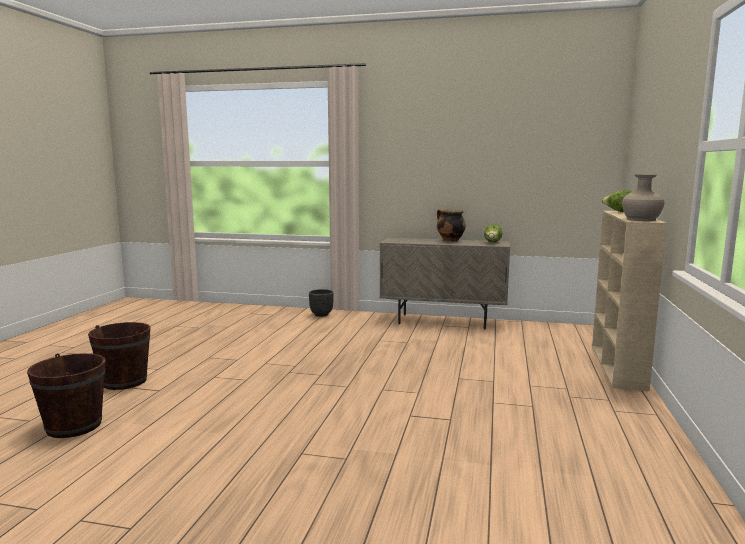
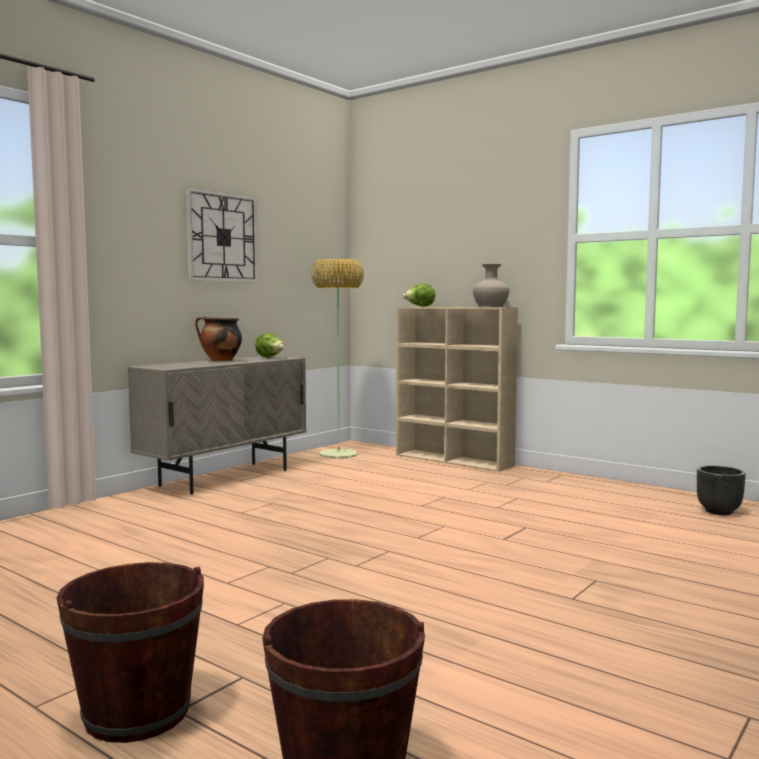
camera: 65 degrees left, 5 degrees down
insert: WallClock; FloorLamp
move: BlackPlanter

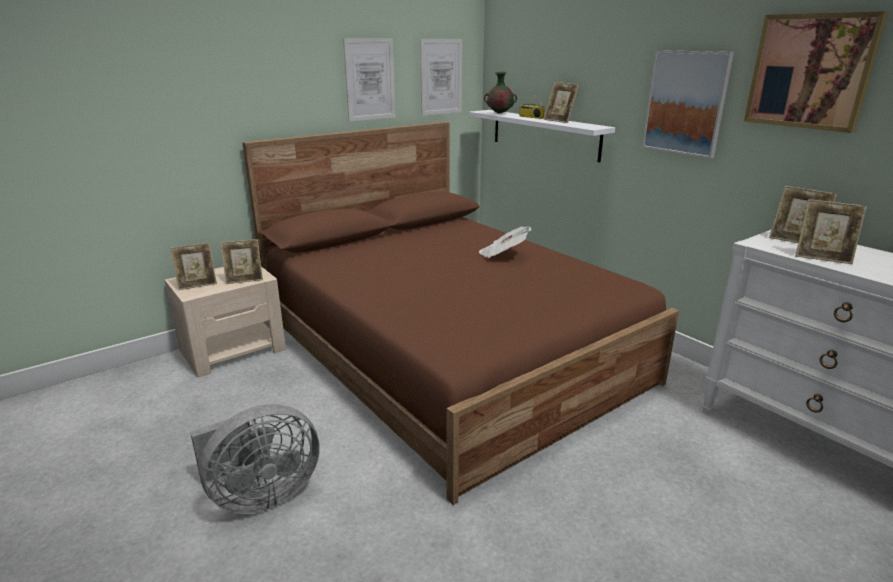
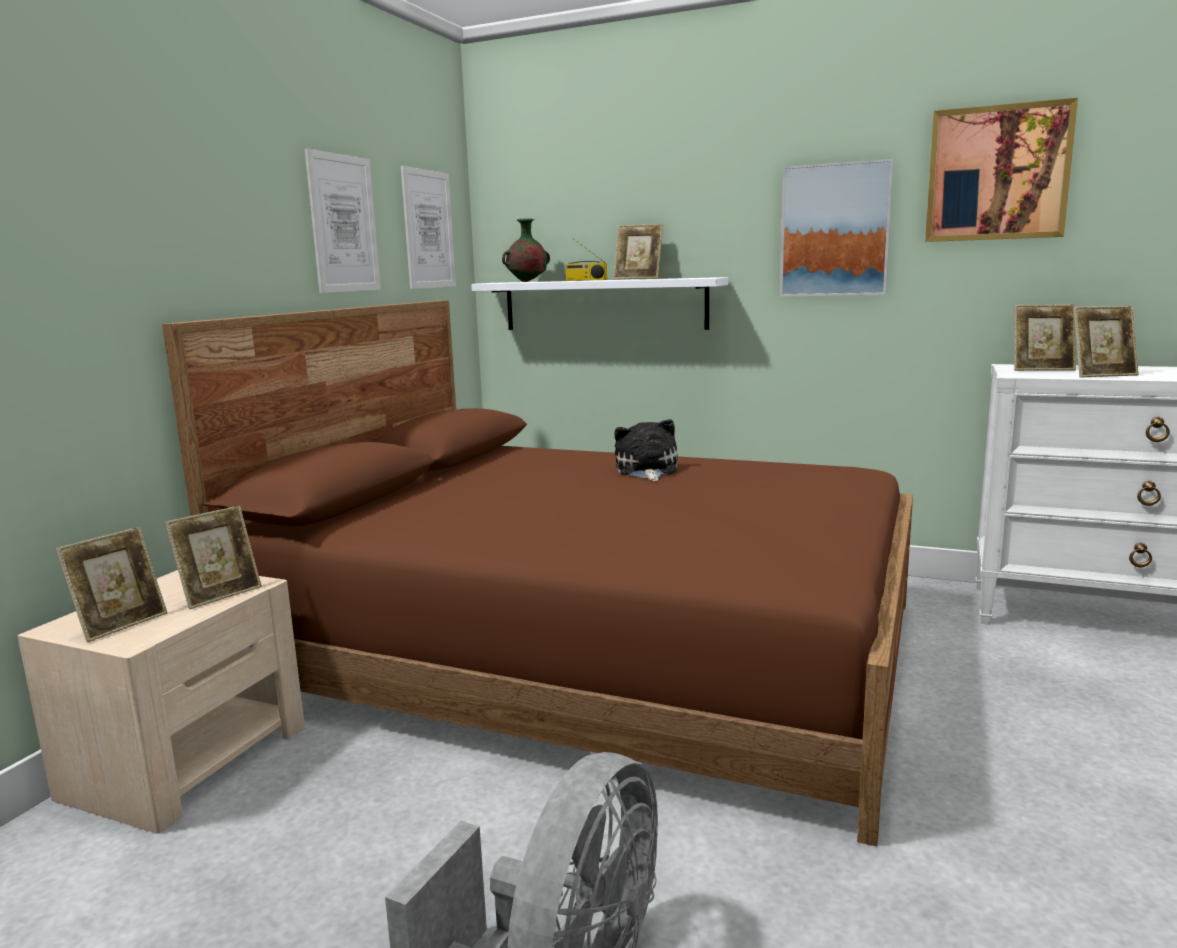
camera: 30 degrees left, 10 degrees down
replace: Newspaper to PlushToy

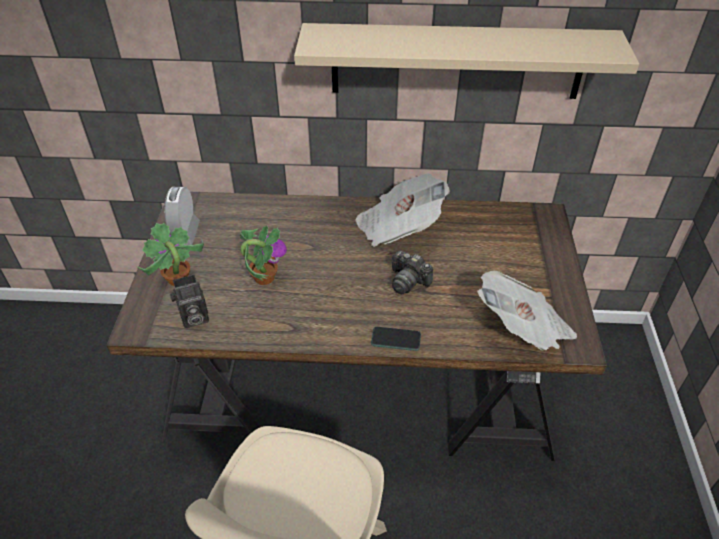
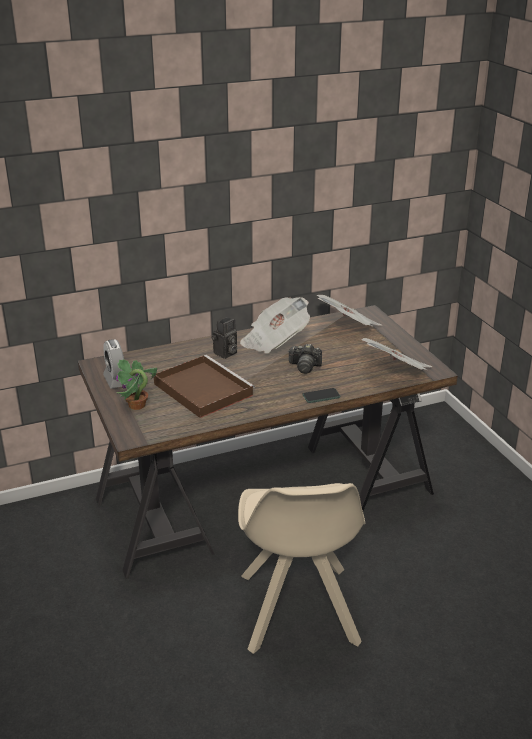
camera: 25 degrees left, 15 degrees down
delete: BeigeShelf
insert: Newspaper (2nd from left)
move: PhotoCamera (1st from left)
replace: PottedPlant (2nd from left) to BrownTray

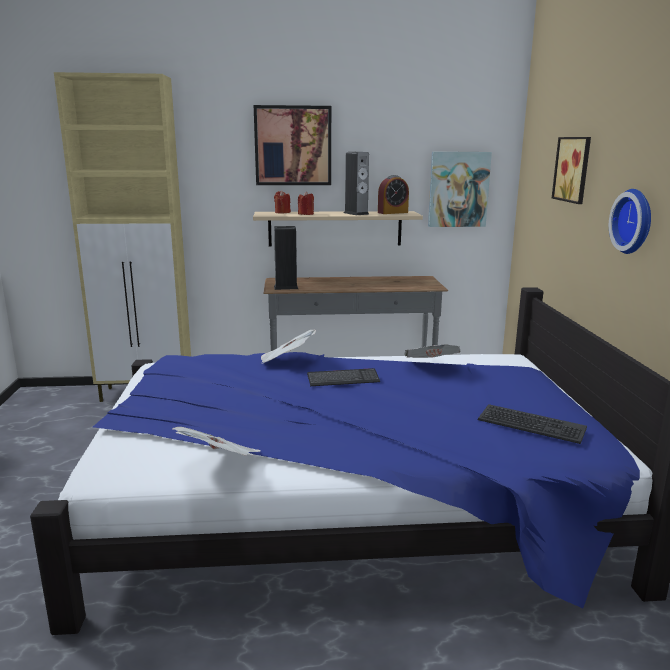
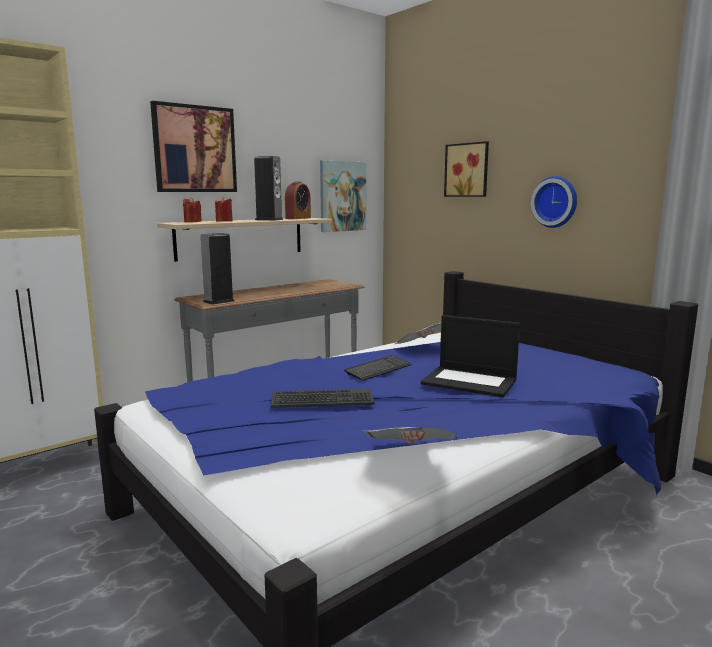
camera: 35 degrees left, 5 degrees down
delete: Newspaper (2nd from left)
insert: Laptop
move: Keyboard (2nd from left in the first image) to Keyboard (1st from left)

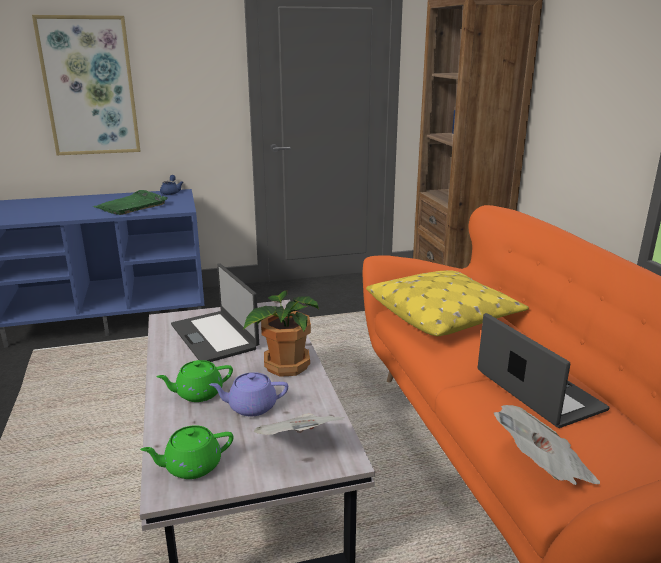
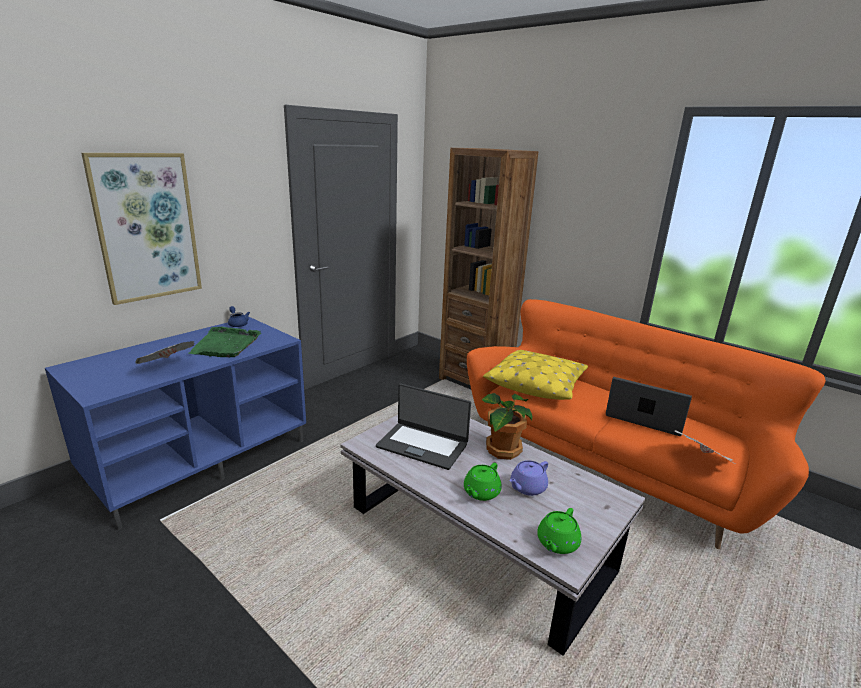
camera: 35 degrees left, 0 degrees up
move: Newspaper (1st from left)

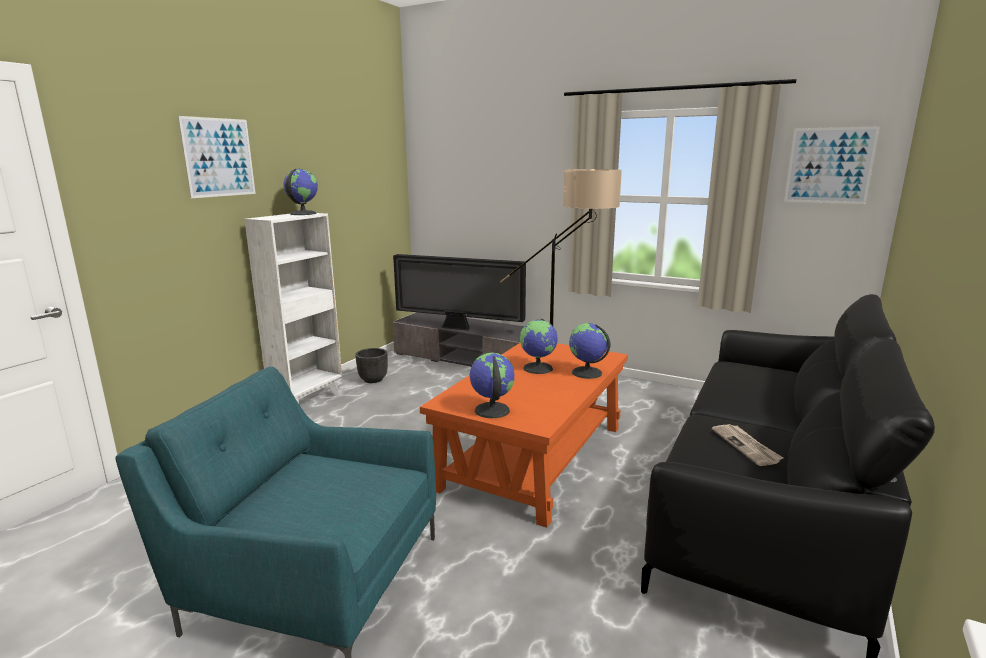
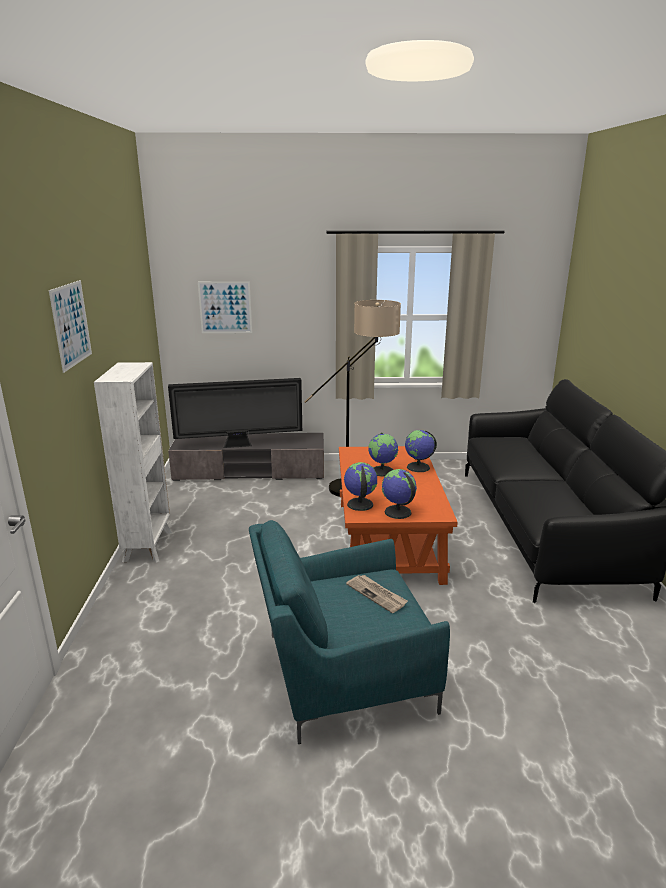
camera: 30 degrees left, 5 degrees up
delete: BlackPlanter
move: Globe (1st from left); Newspaper; Picture (2nd from left)

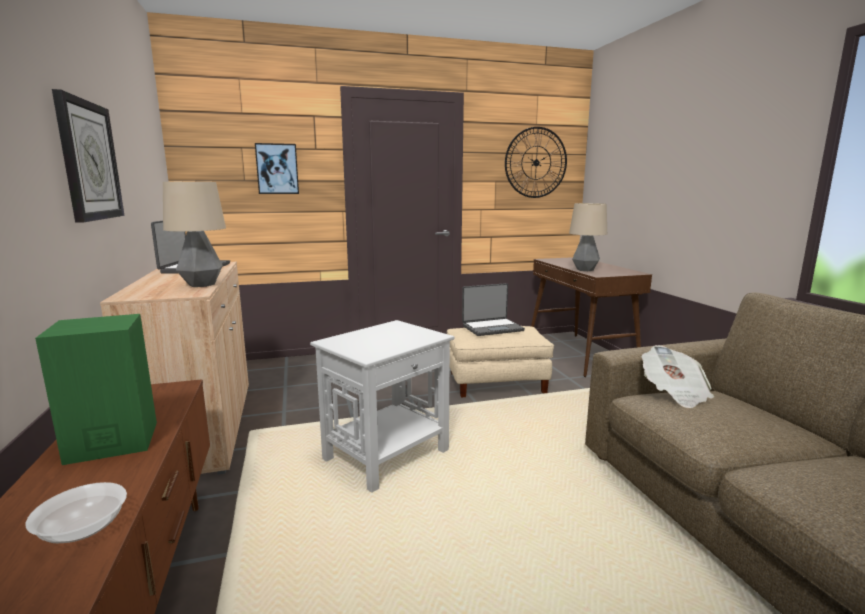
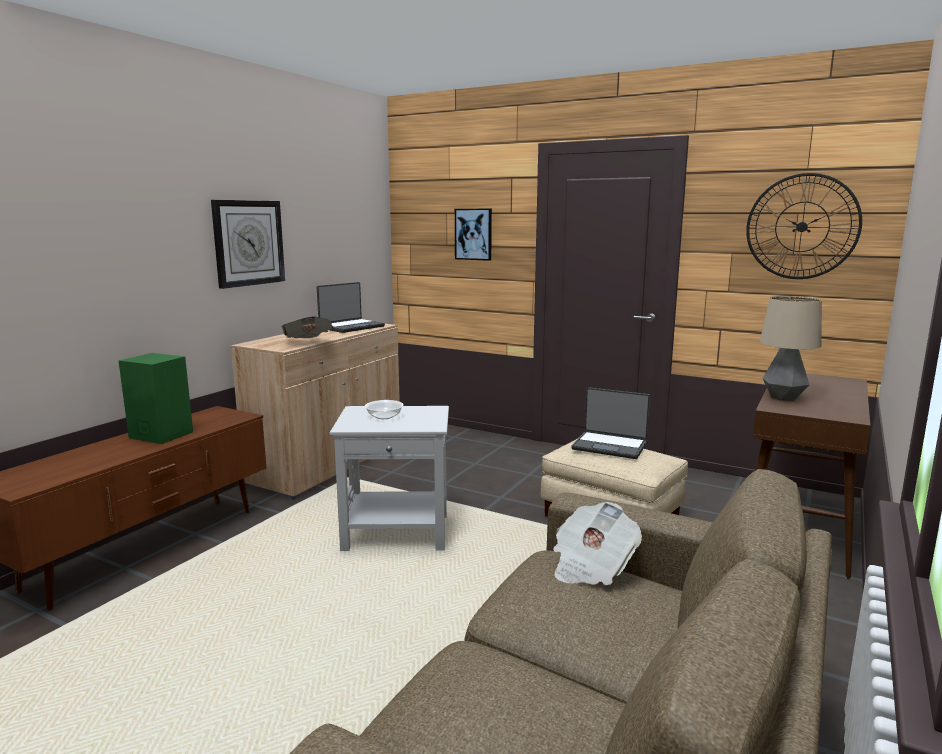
camera: 45 degrees right, 0 degrees up
move: Bowl
replace: TableLamp (1st from left) to Newspaper (1st from left)

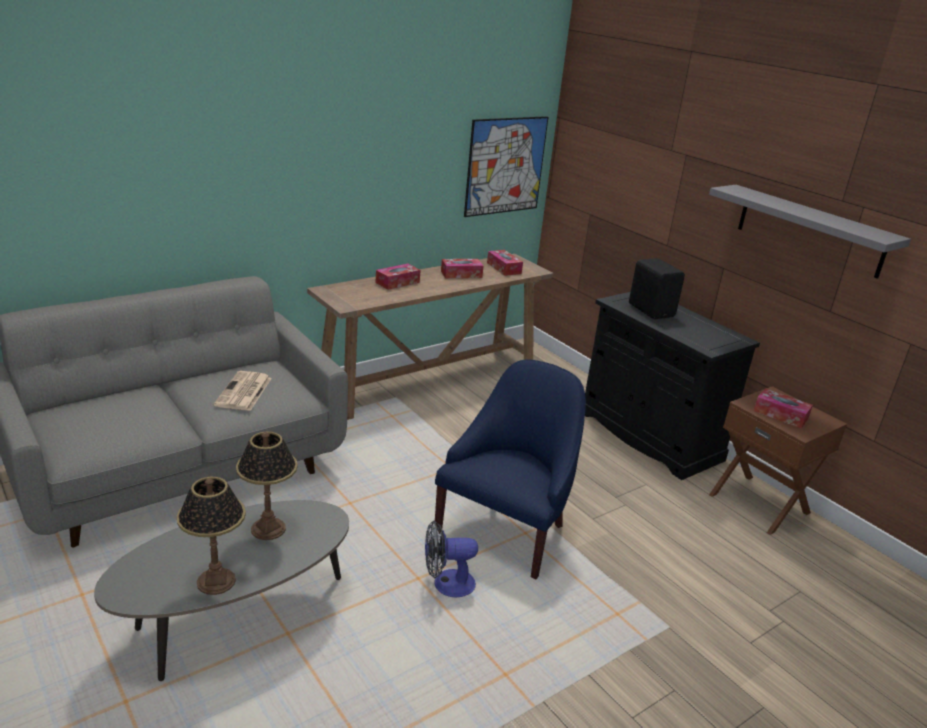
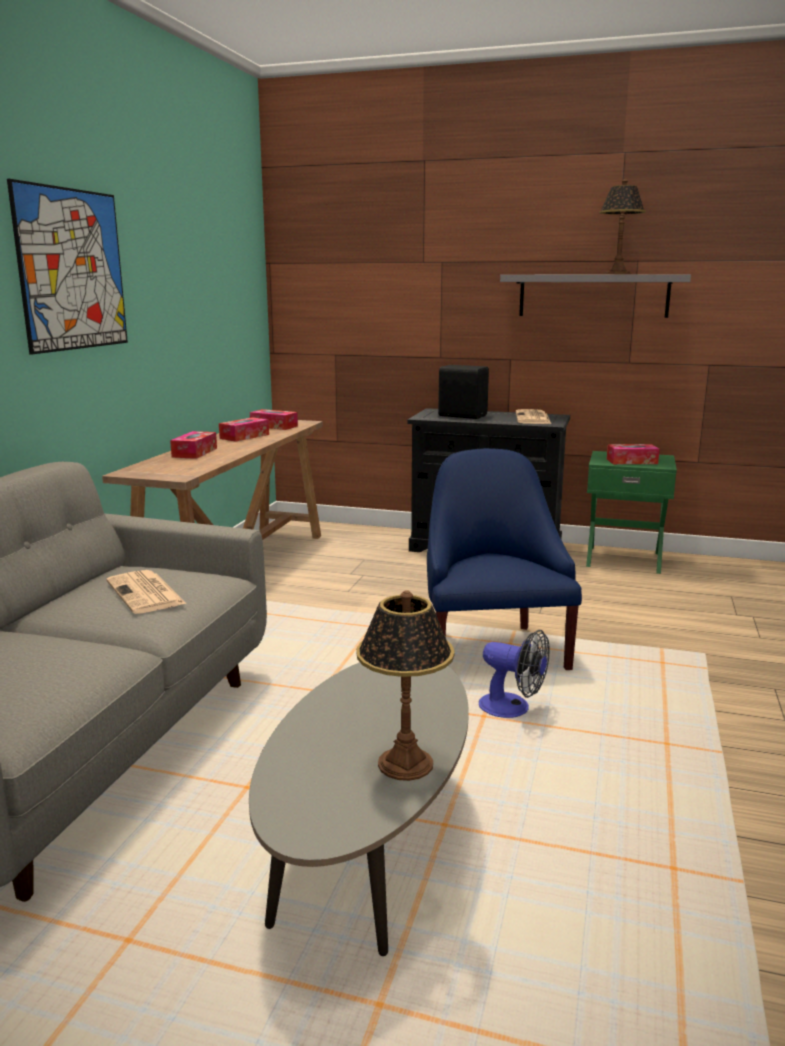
camera: 35 degrees left, 10 degrees down
insert: Newspaper (2nd from left)
move: TableLamp (2nd from left); Picture
recolor: BrownNightstand to GreenNightstand
rotate: Fan 105 degrees counterclockwise

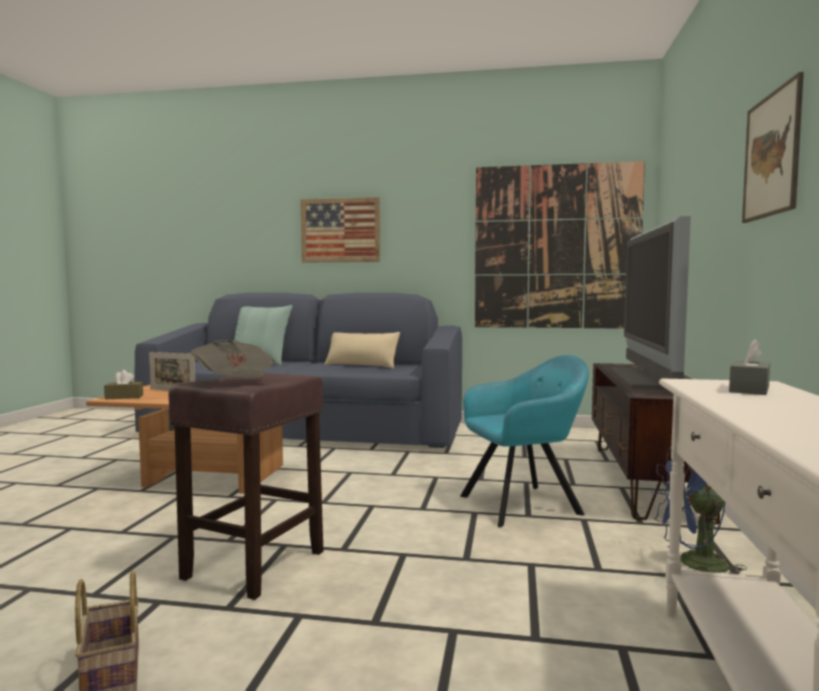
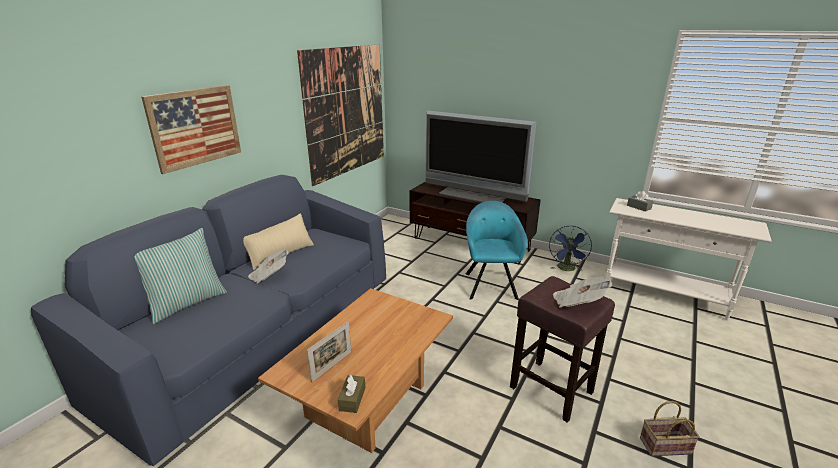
camera: 70 degrees left, 20 degrees up
delete: Picture (3rd from left)
insert: Newspaper (1st from left)

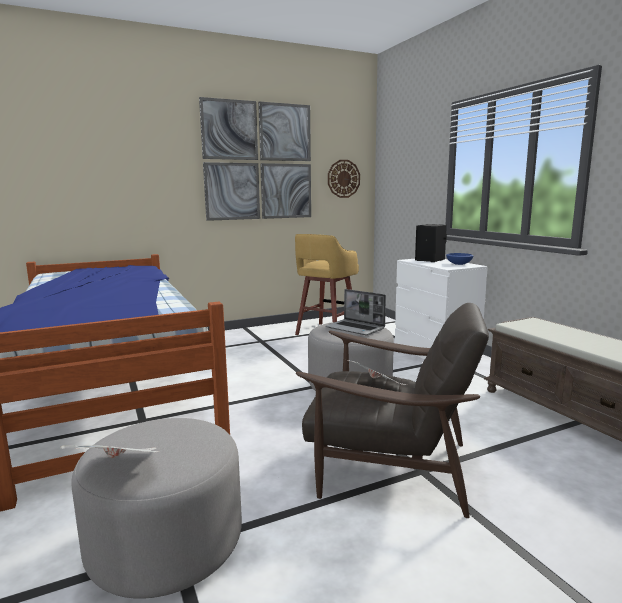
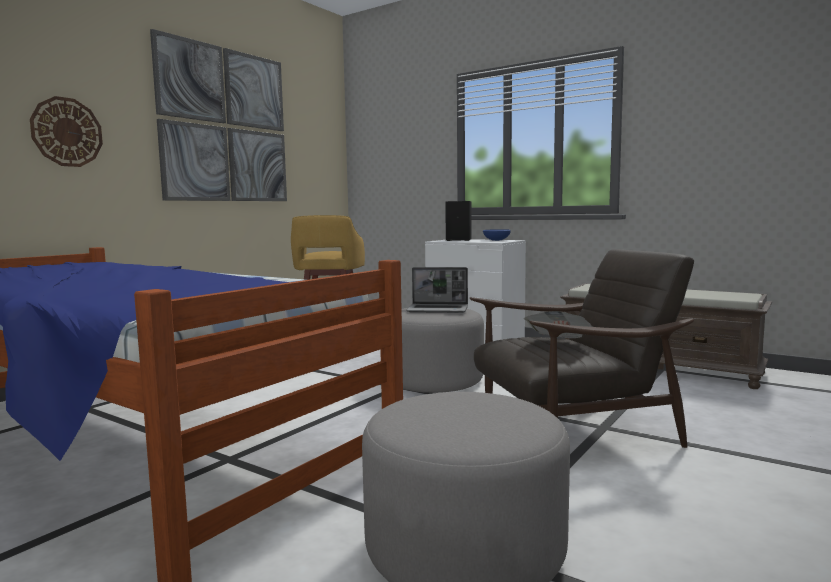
camera: 30 degrees left, 5 degrees down
delete: Newspaper (1st from left)
move: WallClock

